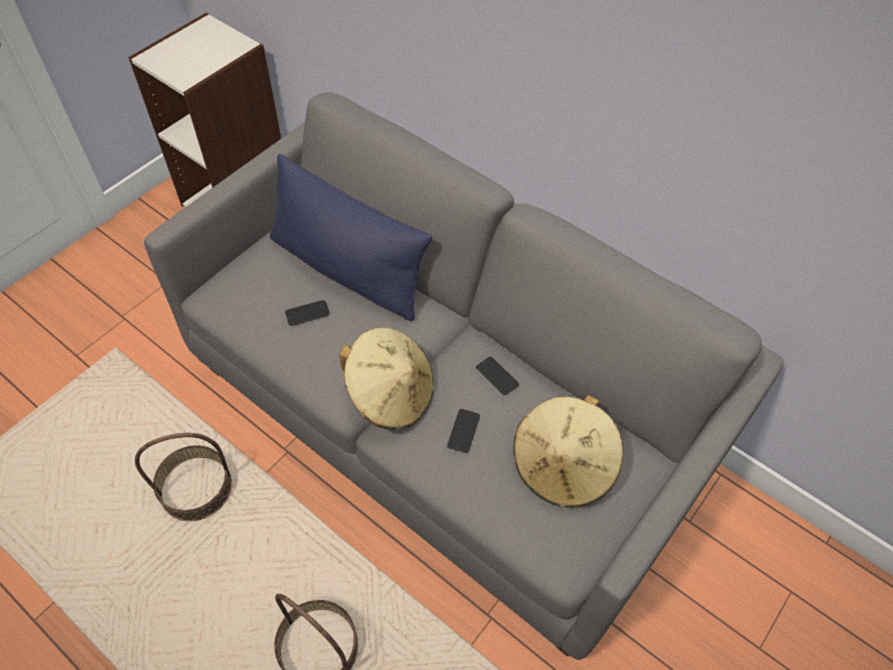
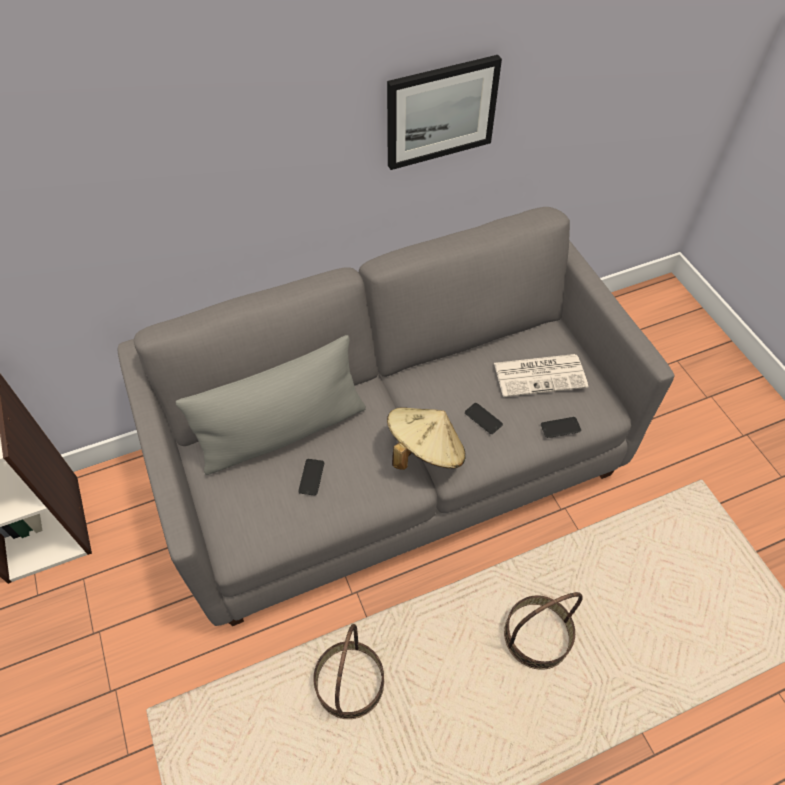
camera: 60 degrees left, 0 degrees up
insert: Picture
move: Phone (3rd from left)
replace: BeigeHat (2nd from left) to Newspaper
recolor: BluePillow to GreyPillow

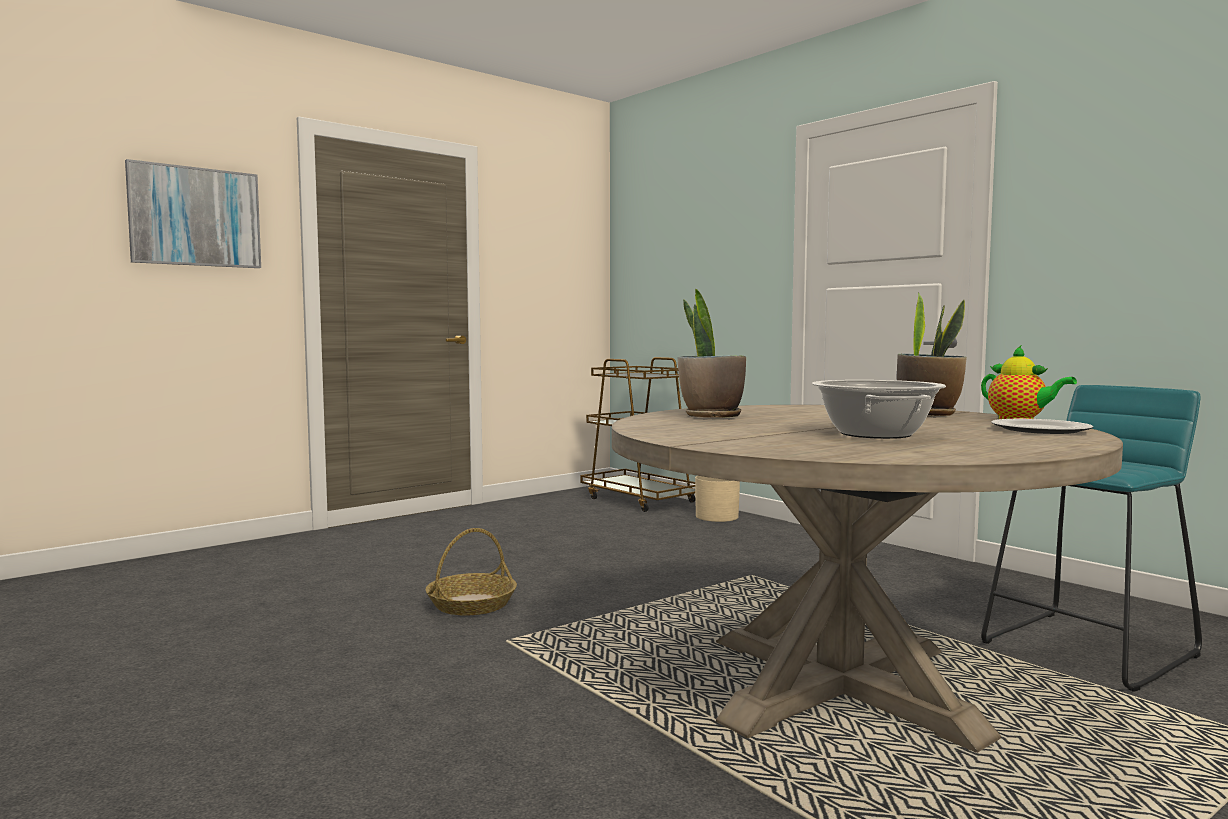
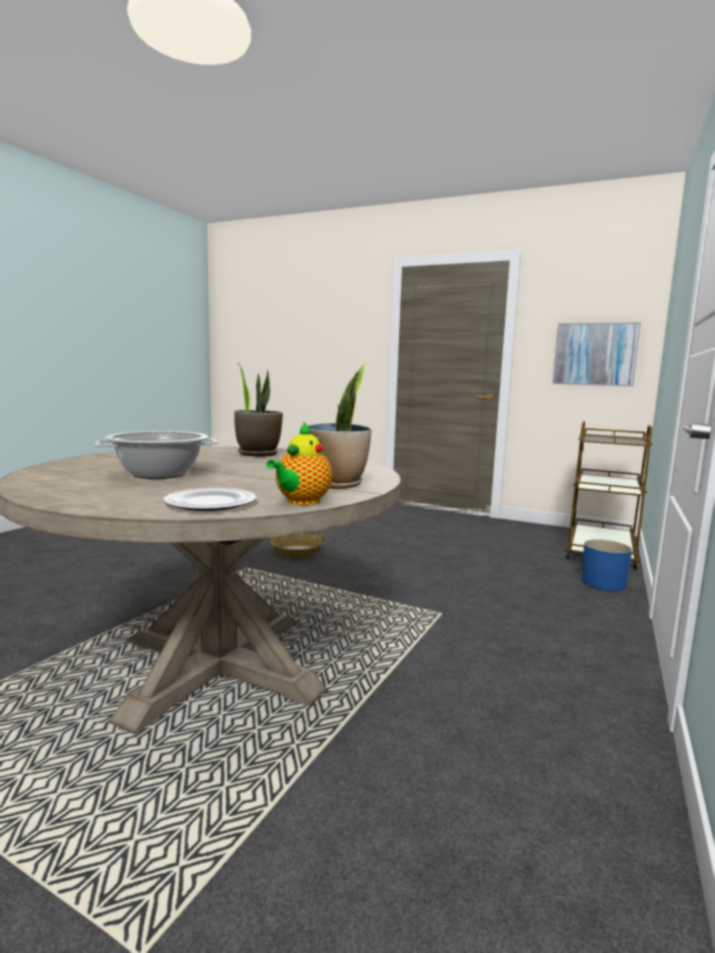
camera: 65 degrees right, 5 degrees up
delete: TurquoiseStool
move: Picture
recolor: BeigePlanter to BluePlanter

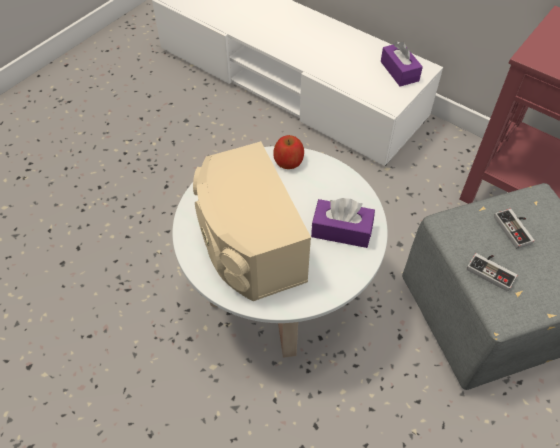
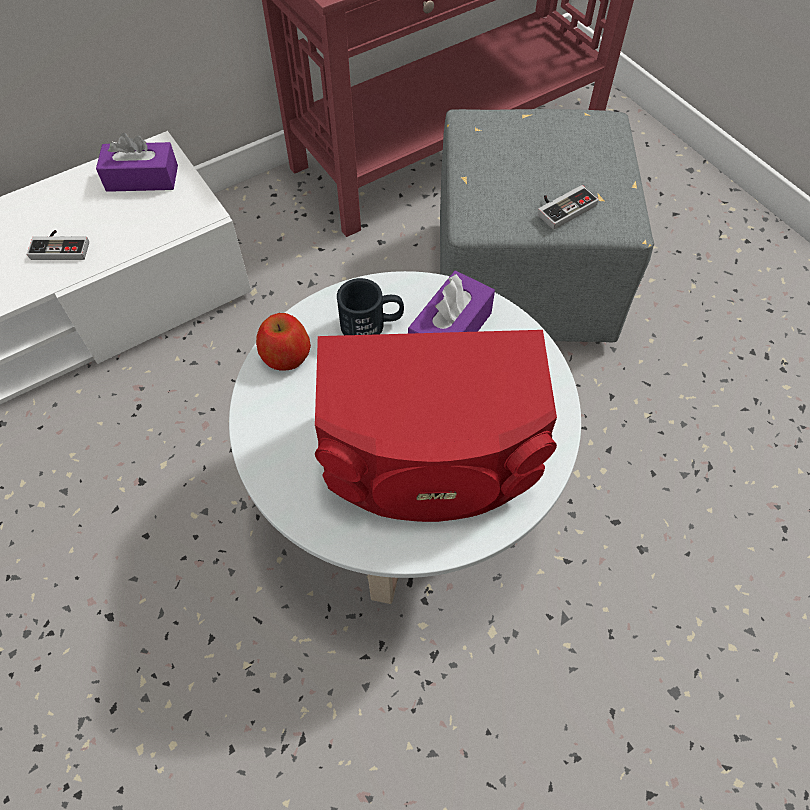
camera: 70 degrees left, 5 degrees up
insert: BlackMug
move: GameController (2nd from left in the first image) to GameController (1st from left)
recolor: BeigeSpeaker to RedSpeaker

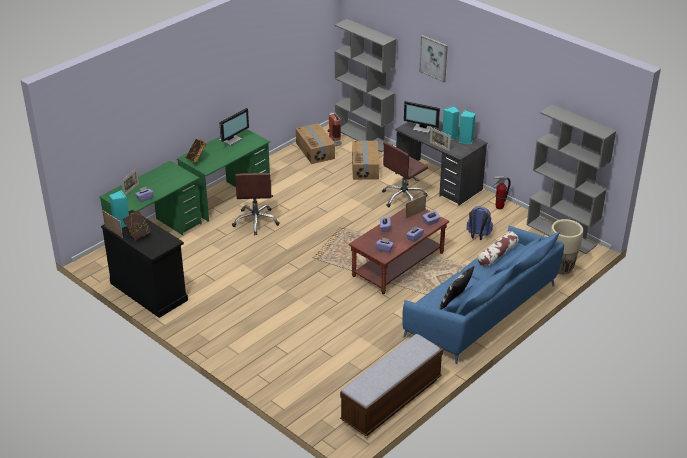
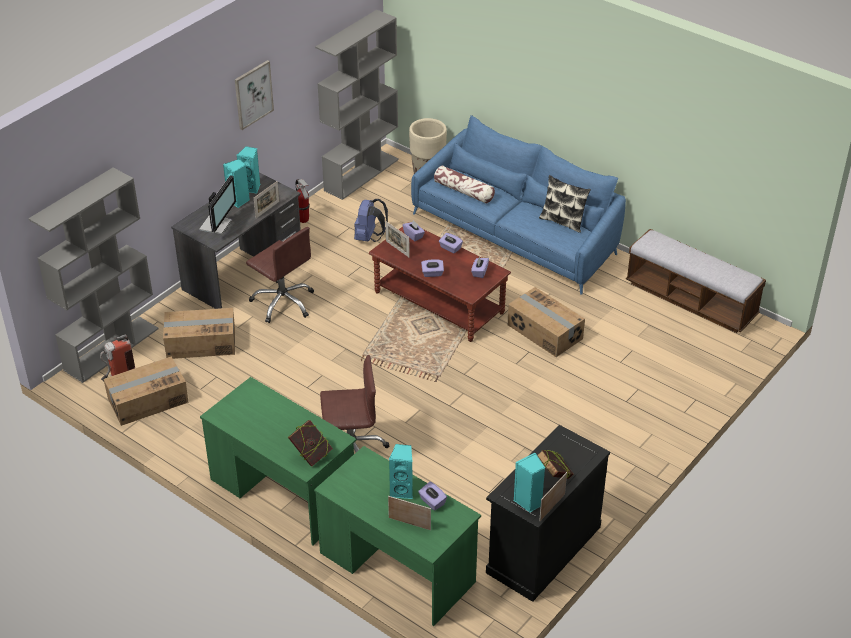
camera: 95 degrees left, 5 degrees up
delete: Monitor (1st from left)
insert: TurquoiseSpeaker (3rd from left); CardboardBox (3rd from left)
move: Picture

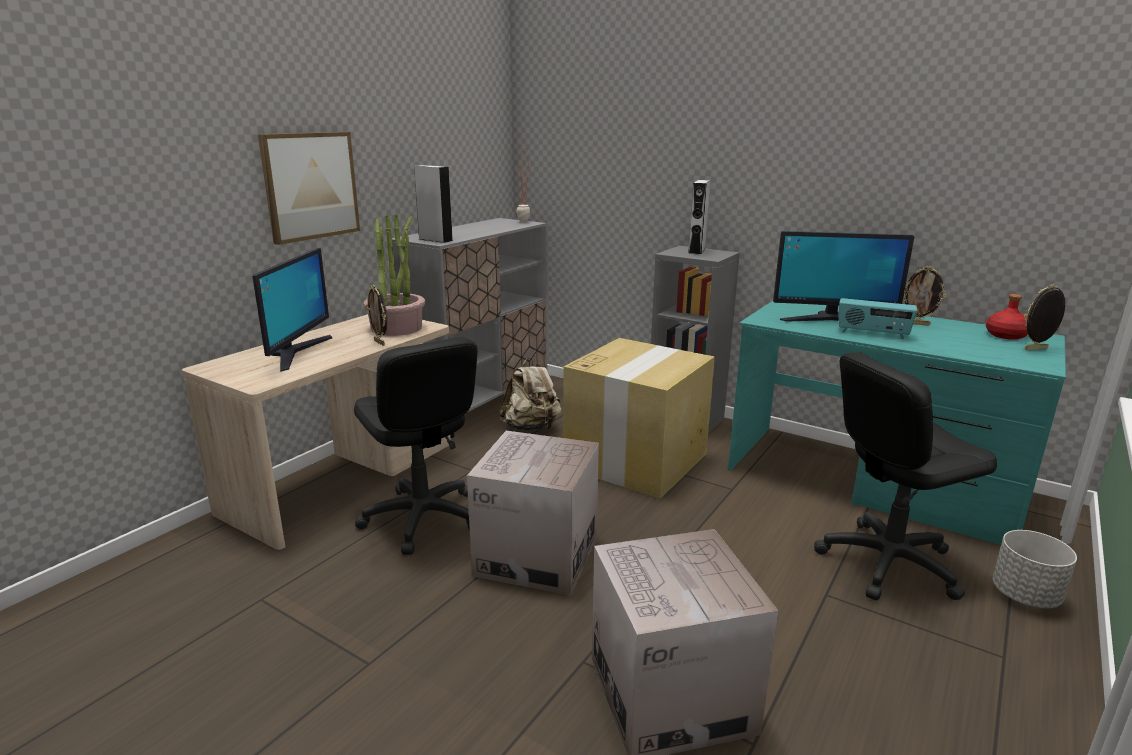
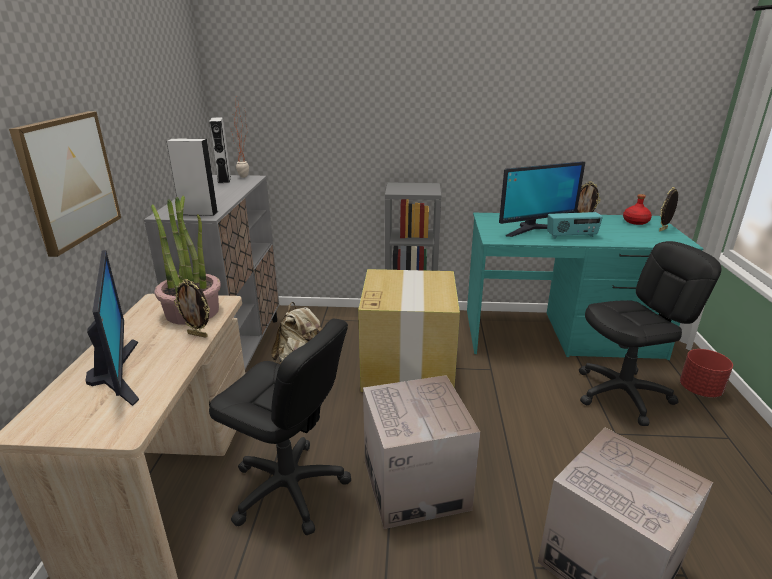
camera: 30 degrees left, 5 degrees up
move: GreySpeaker (2nd from left)
recolor: GreyPlanter to RedPlanter
rotate: BlackOfficeChair (2nd from left) 150 degrees counterclockwise

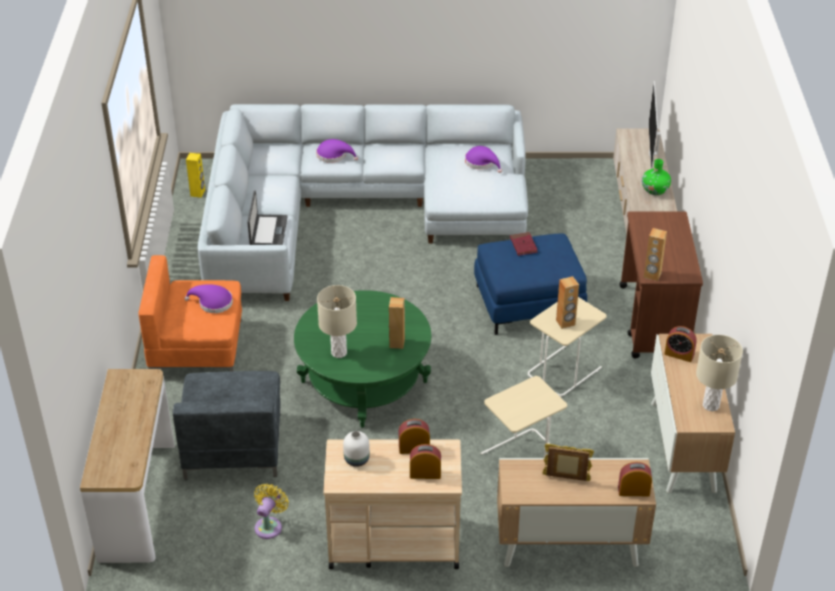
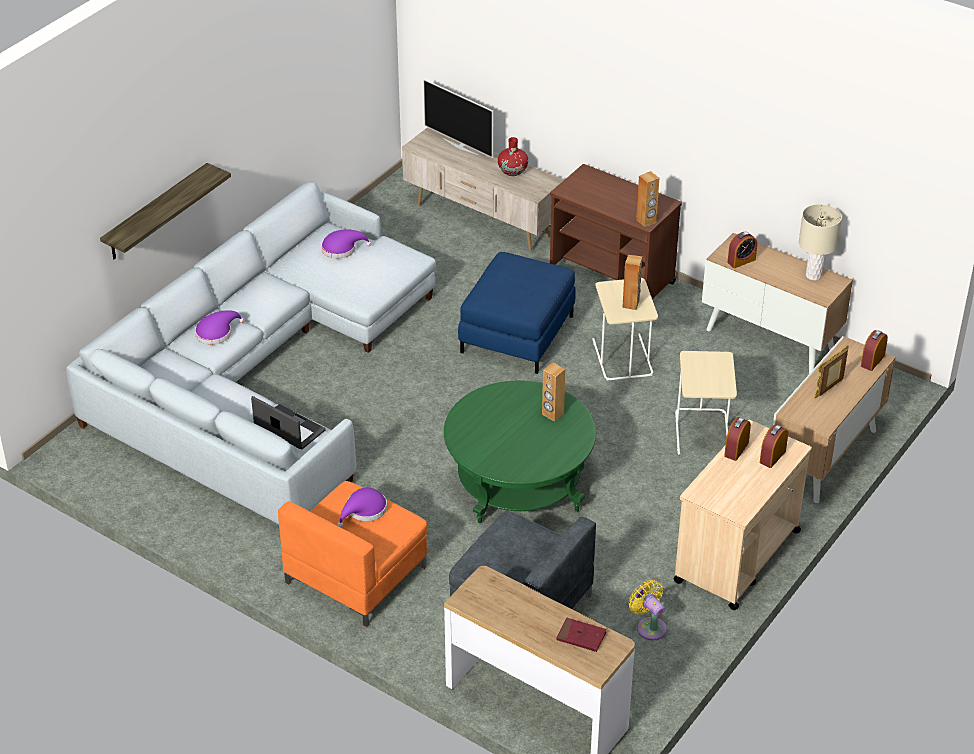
camera: 55 degrees left, 0 degrees up
delete: YellowSpeaker; BeigeTableLamp (1st from left); WhiteVase
insert: Shelf
move: RedBook
recolor: GreenVase to RedVase

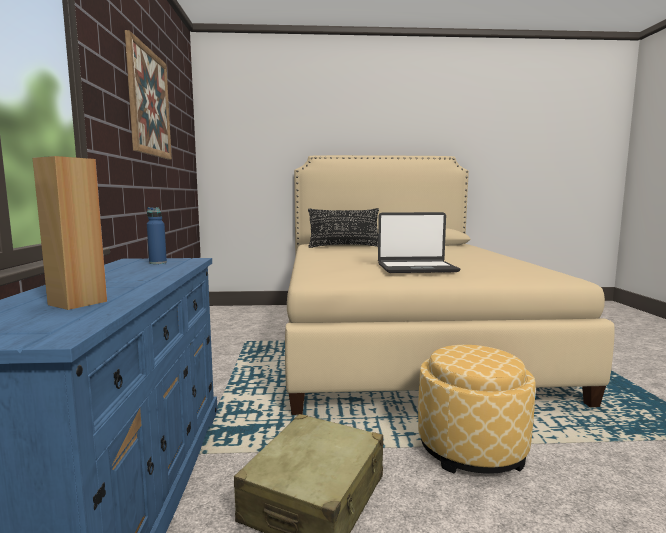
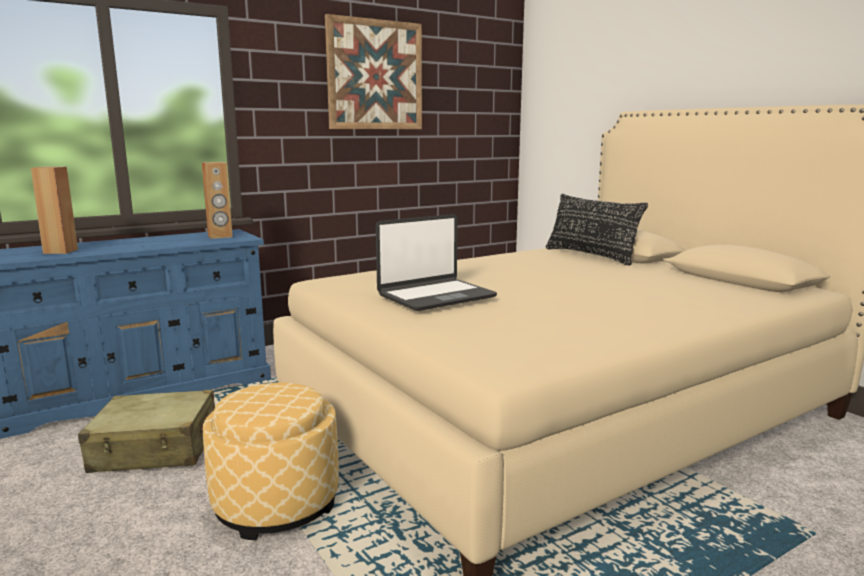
camera: 60 degrees right, 5 degrees up
replace: BlueBottle to BrownSpeaker (2nd from left)
rotate: Laptop 90 degrees counterclockwise

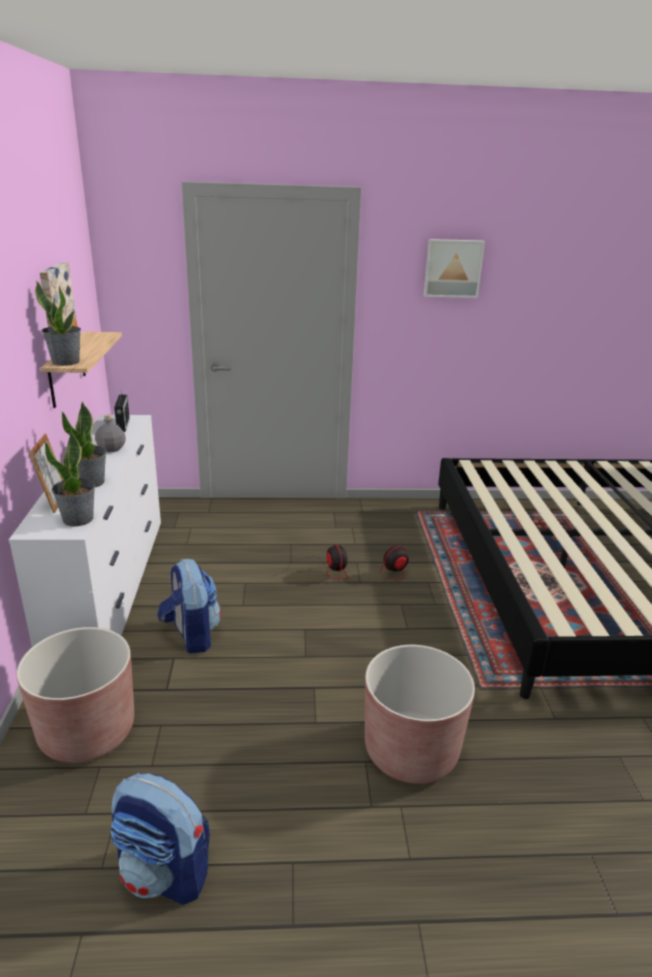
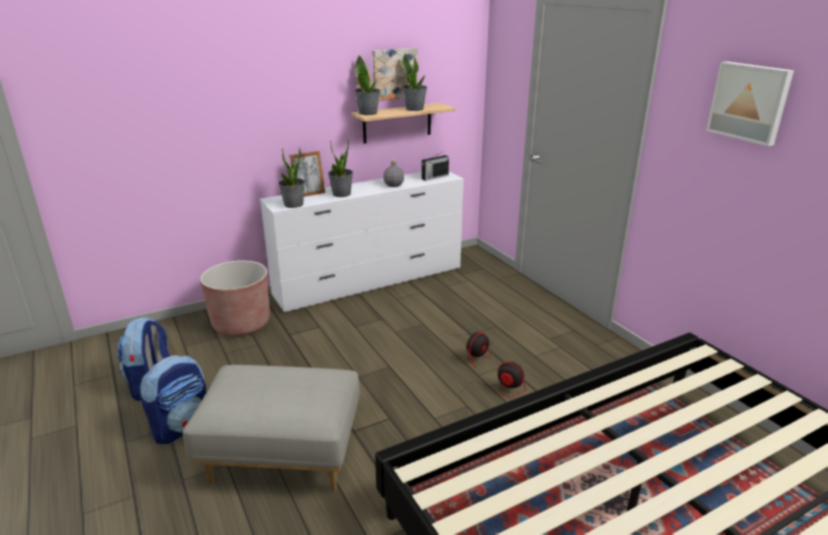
camera: 65 degrees right, 0 degrees up
insert: PottedPlant (4th from left)
move: Backpack (2nd from left)
replace: BrownPlanter (2nd from left) to GreyOttoman

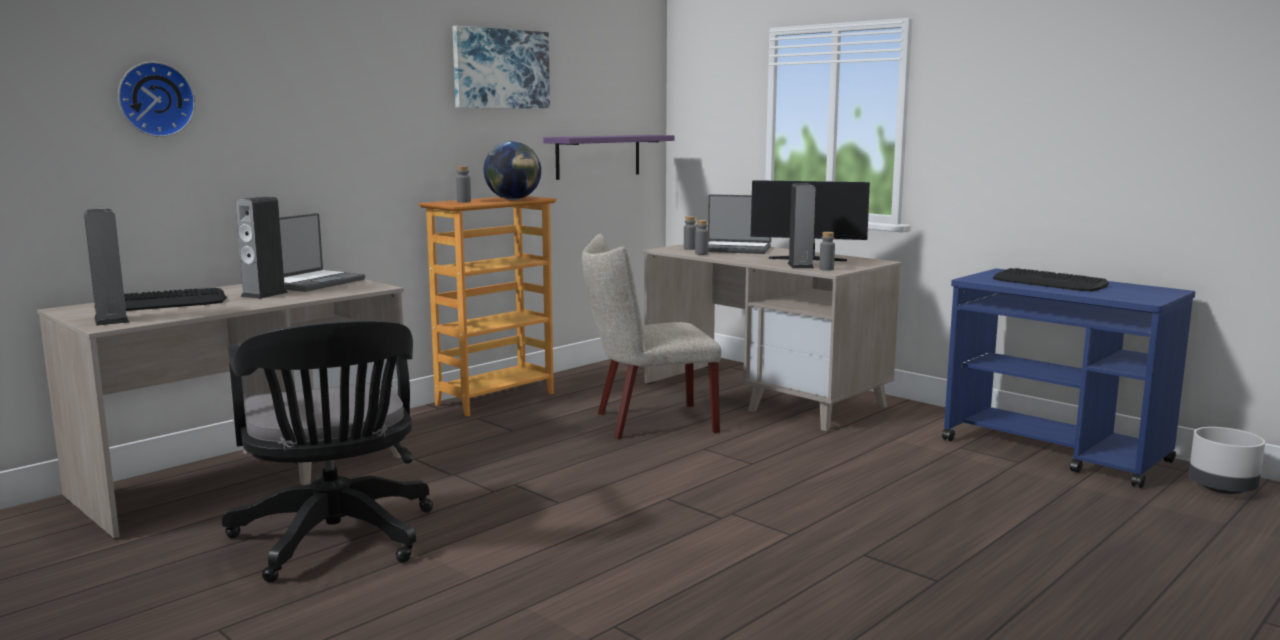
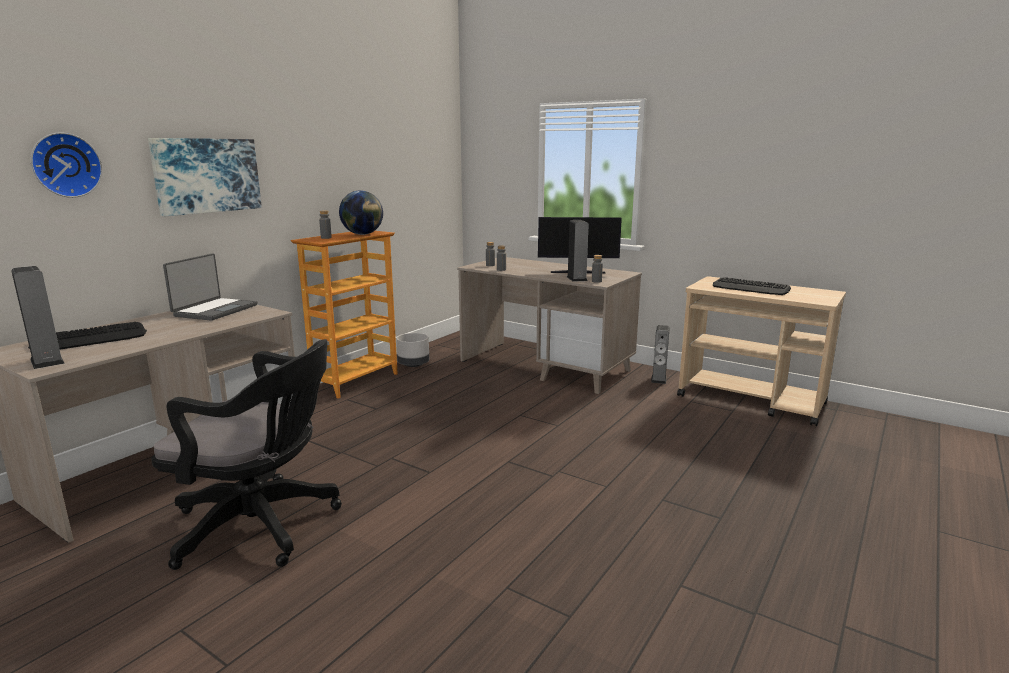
camera: 10 degrees left, 5 degrees up
delete: PurpleShelf; BeigeChair; Laptop (2nd from left)
move: Speaker (2nd from left in the first image) to Speaker (3rd from left); Picture; GreyPlanter
recolor: BlueCart to BeigeCart
rotate: BlackOfficeChair 45 degrees counterclockwise

